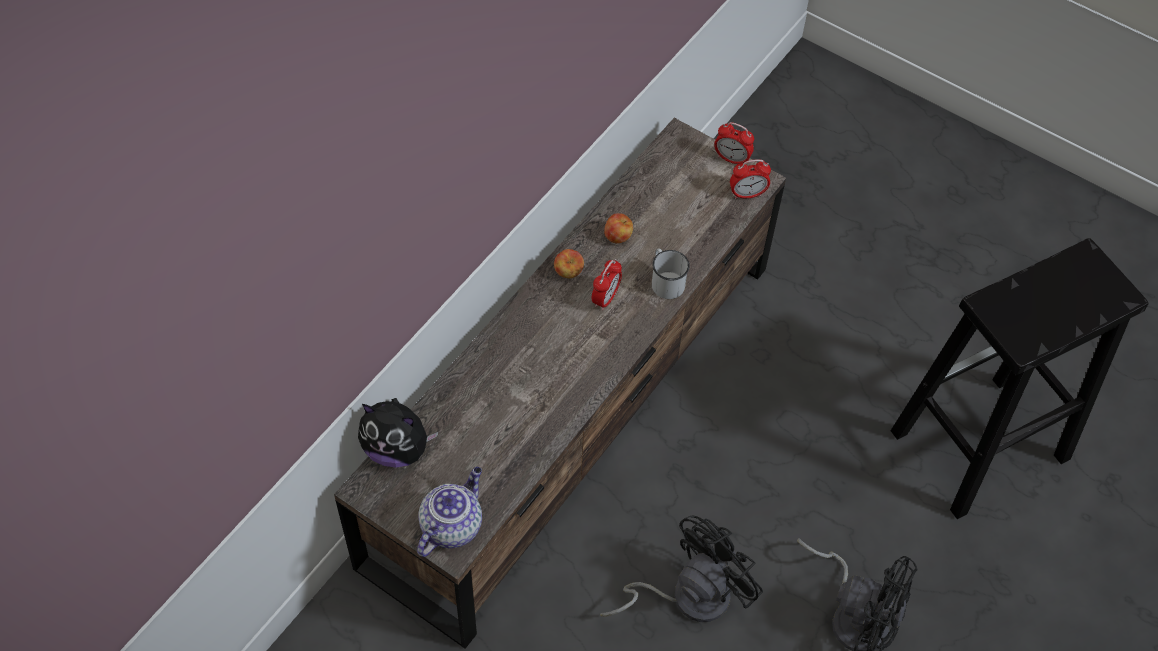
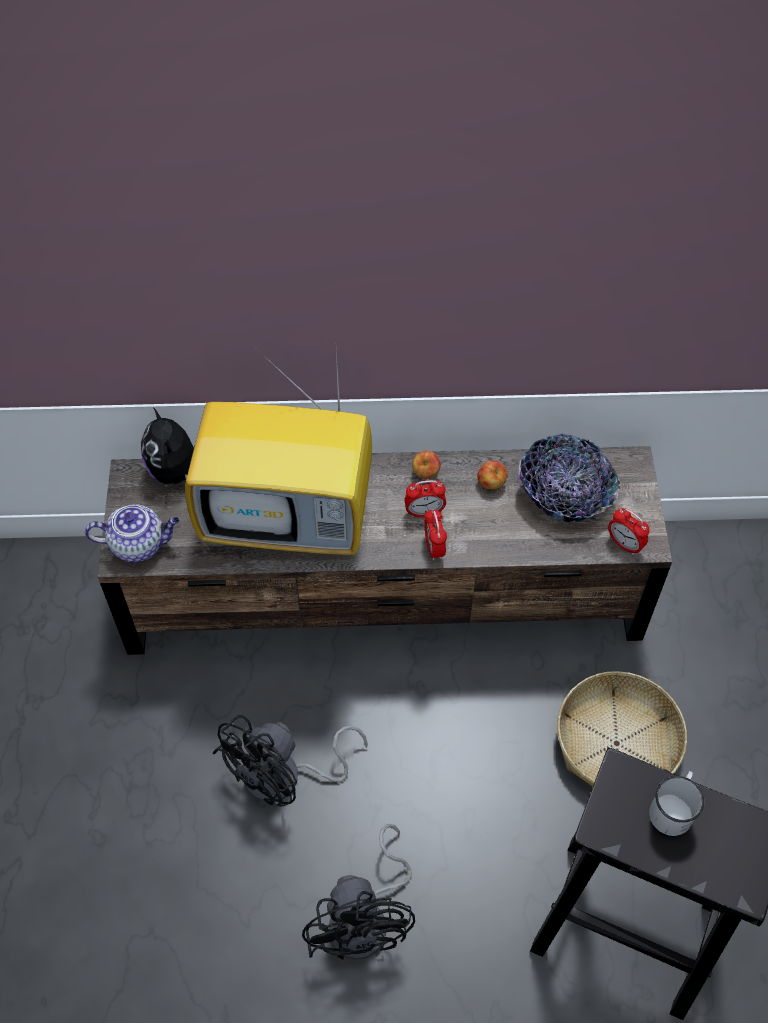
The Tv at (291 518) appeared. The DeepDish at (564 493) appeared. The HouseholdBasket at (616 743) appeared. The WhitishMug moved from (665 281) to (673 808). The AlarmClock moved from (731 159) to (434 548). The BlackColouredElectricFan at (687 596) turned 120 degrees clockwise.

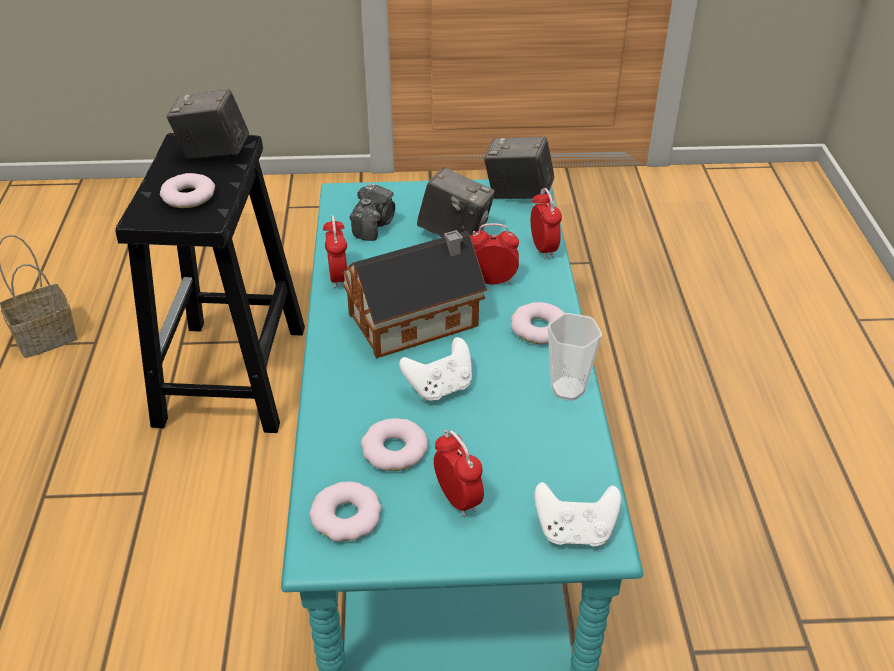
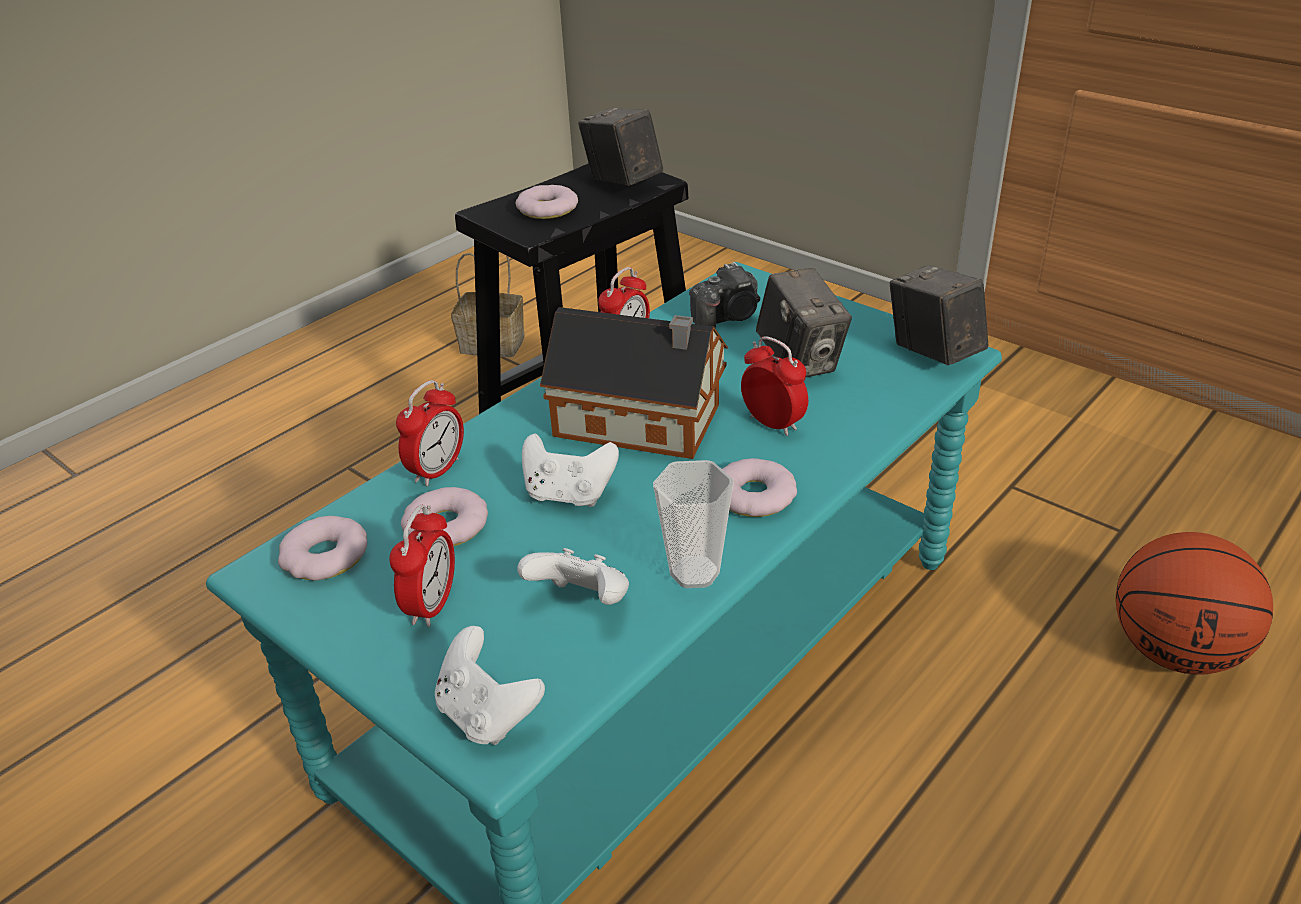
The WhitishJoypad at (582 602) appeared. The BasketballBall at (1174 650) appeared. The AlarmClock moved from (543 248) to (437 470).

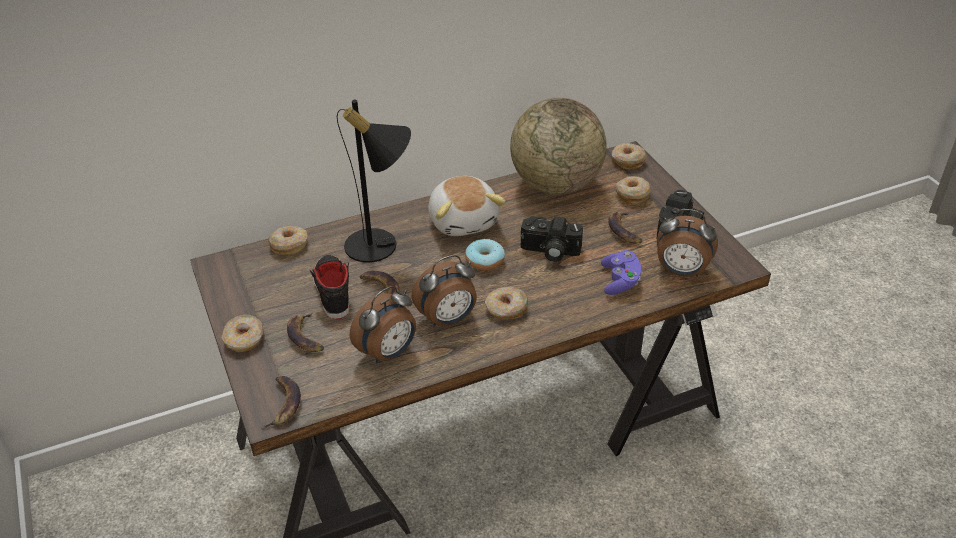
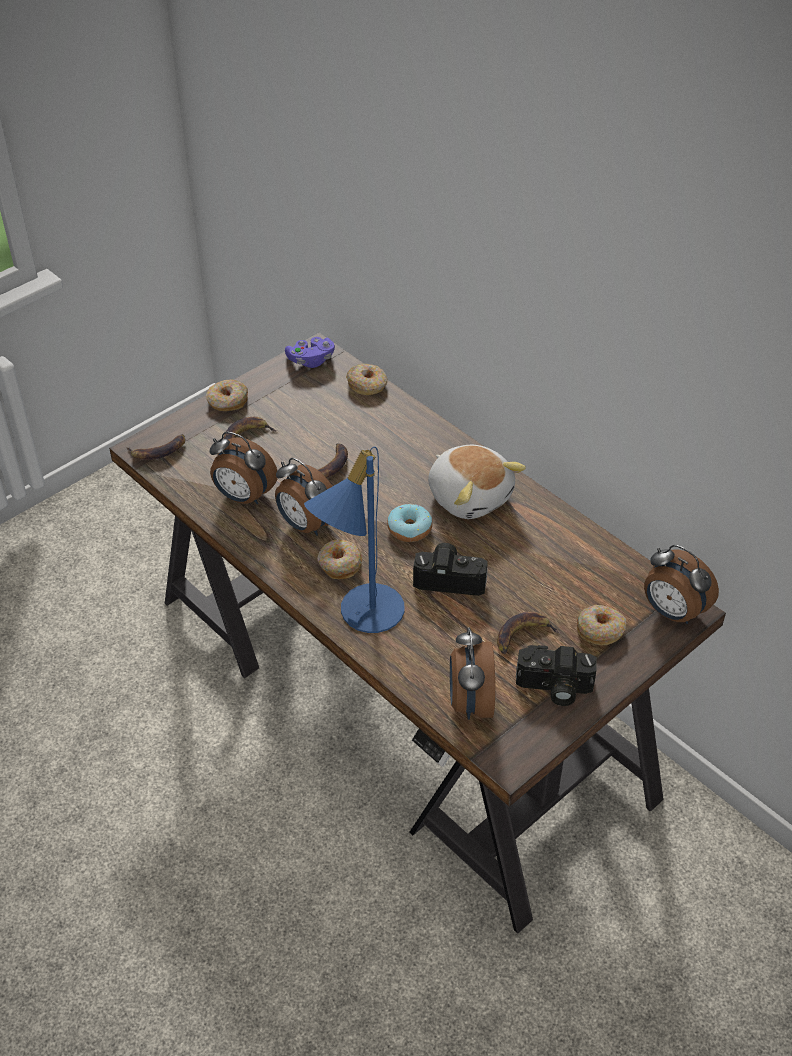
The BlackColouredItemOfFootwear at (332 290) disappeared. The BlackColouredTabletopLamp at (381 247) disappeared. The WorldGlobe at (556 185) disappeared. The BlueColouredTabletopLamp at (360 613) appeared. The PurpleJoypad moved from (620 281) to (311 360). The Doughnut at (627 161) was replaced by the AlarmClock at (672 612). The SoftToy at (464 220) turned 90 degrees counterclockwise. The StillCamera at (549 251) turned 105 degrees clockwise.

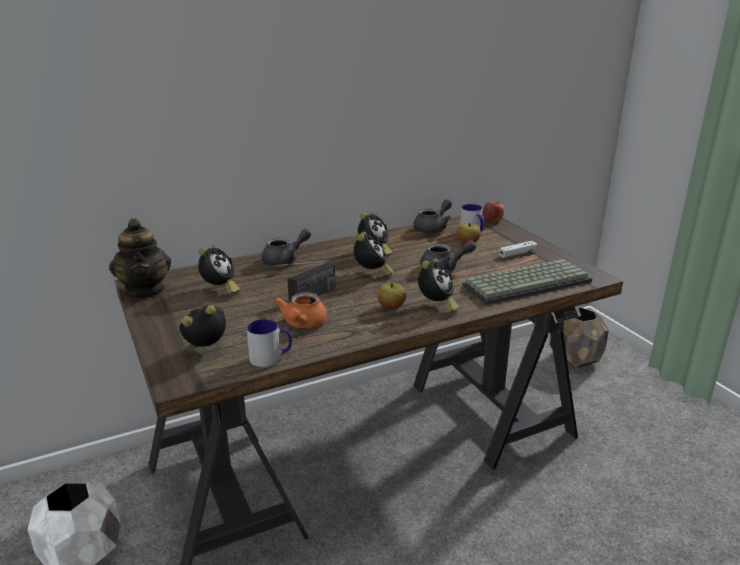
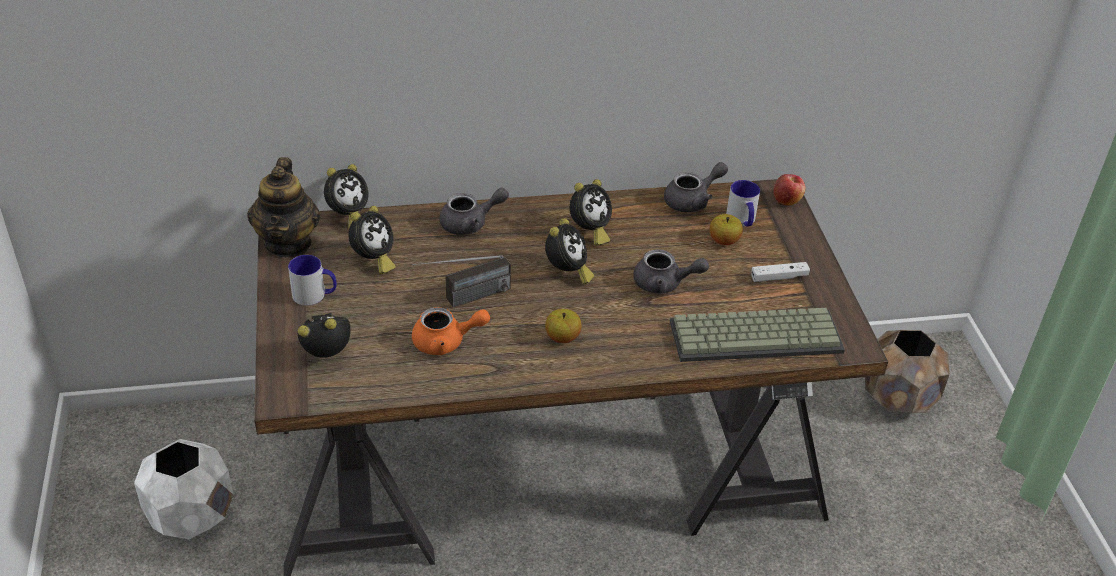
The Mug moved from (271 357) to (315 295). The AlarmClock moved from (436 305) to (347 217). The OrangeTeaPot at (302 324) turned 120 degrees counterclockwise.

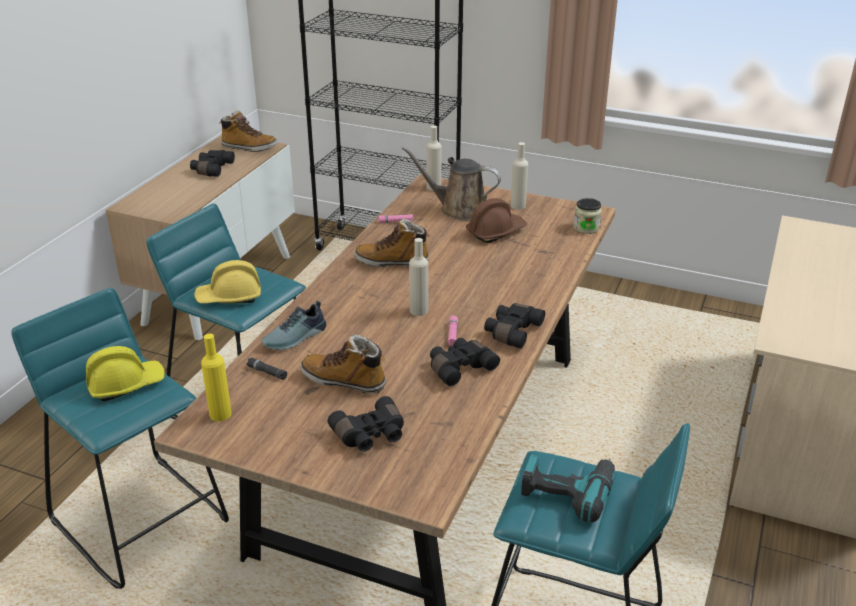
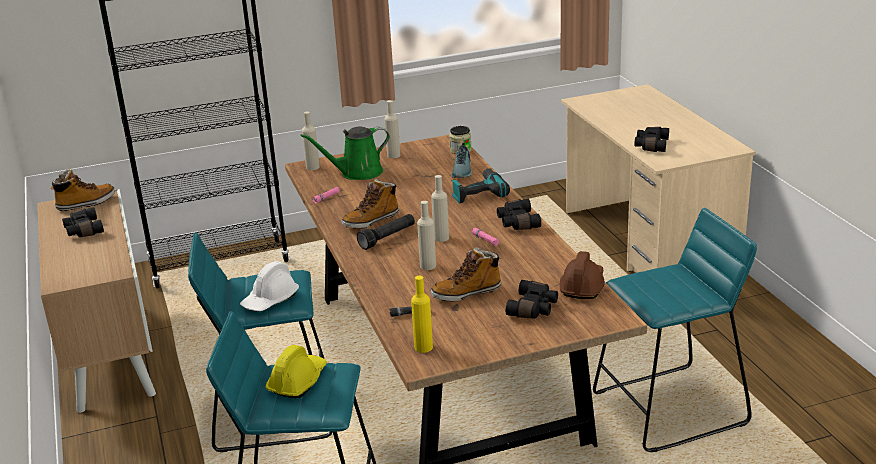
The BlackColouredTorch at (387 238) appeared. The SandColouredBeverageBottle at (428 266) appeared. The ItemOfFootwear moved from (296 338) to (463 170). The BlackColouredFieldGlasses moved from (459 368) to (650 145). The BrownColouredWorkHelmet moved from (496 232) to (582 286). The PowerDrill moved from (567 490) to (478 193). The YellowishWorkHelmet at (229 297) became the WhitishWorkHelmet at (270 300). The BrownColouredSprinklingCan at (459 209) became the GreenishSprinklingCan at (357 173).

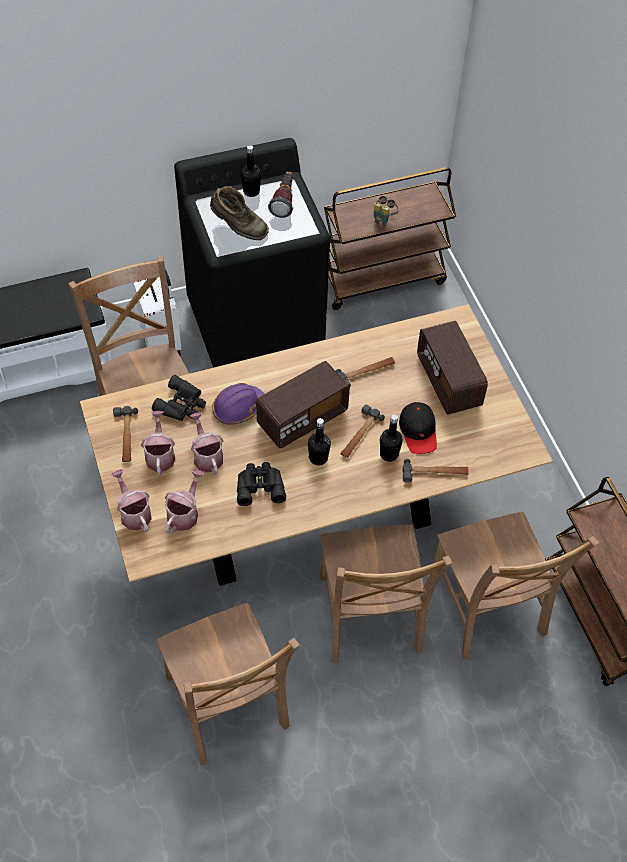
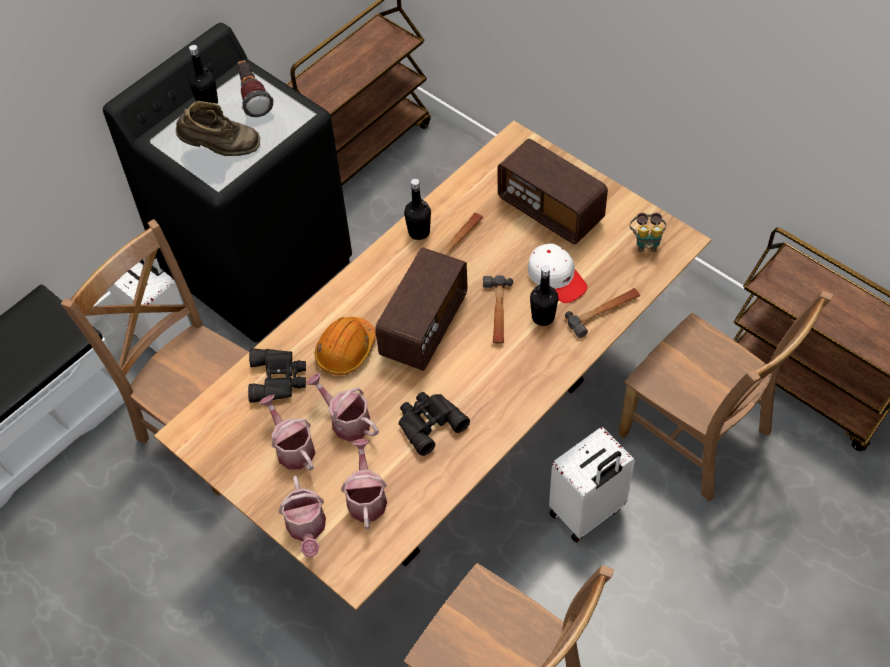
The HandHammer at (126 436) disappeared. The BlackColouredBeverageBottle moved from (318 458) to (419 232). The FieldGlasses moved from (383 219) to (646 242). The BrownColouredChair at (369 618) was replaced by the WhitishPieceOfLuggage at (587 512). The PurpleWorkHelmet at (238 408) became the OrangeWorkHelmet at (346 351). The BlackColouredPeakedCap at (418 431) became the WhitishPeakedCap at (556 277). The SprinklingCan at (133 513) turned 135 degrees counterclockwise.

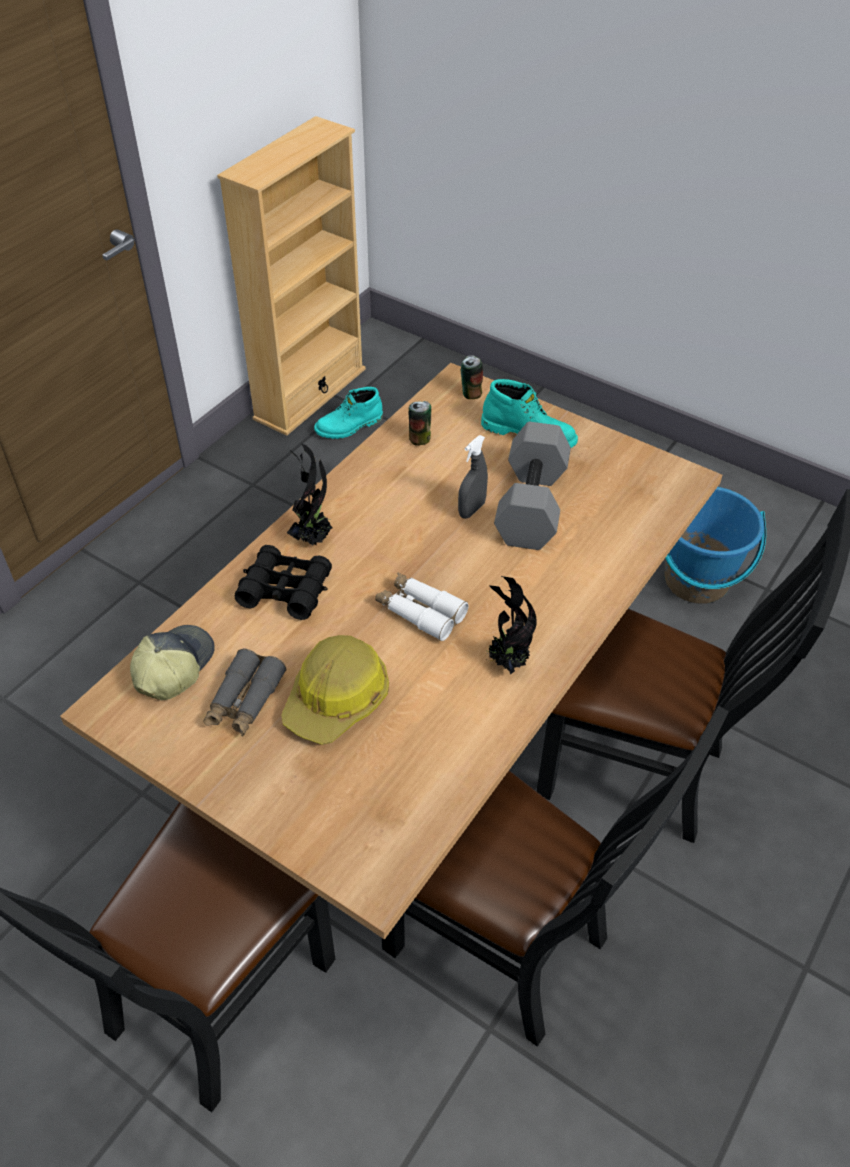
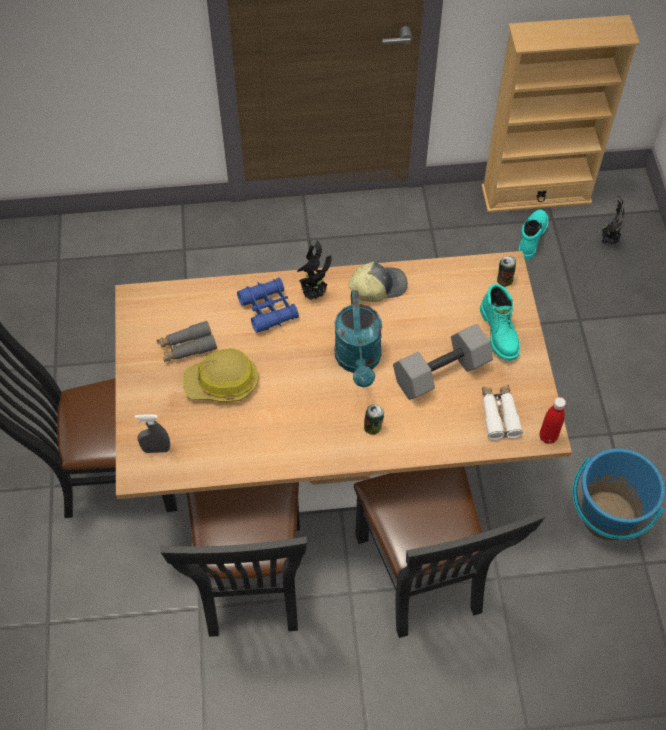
The TurquoiseColouredSprinklingCan at (359 361) appeared. The RedBeverageBottle at (548 437) appeared. The PeakedCap moved from (173 667) to (377 286). The WhitishFieldGlasses moved from (420 611) to (499 414). The SealedCan moved from (420 439) to (373 427). The GraySprayer moved from (471 509) to (156 449). The Houseplant moved from (506 662) to (608 239). The BlackColouredFieldGlasses at (285 590) became the BlueColouredFieldGlasses at (268 309). The TurquoiseColouredHighTopBoot at (349 427) turned 90 degrees clockwise.

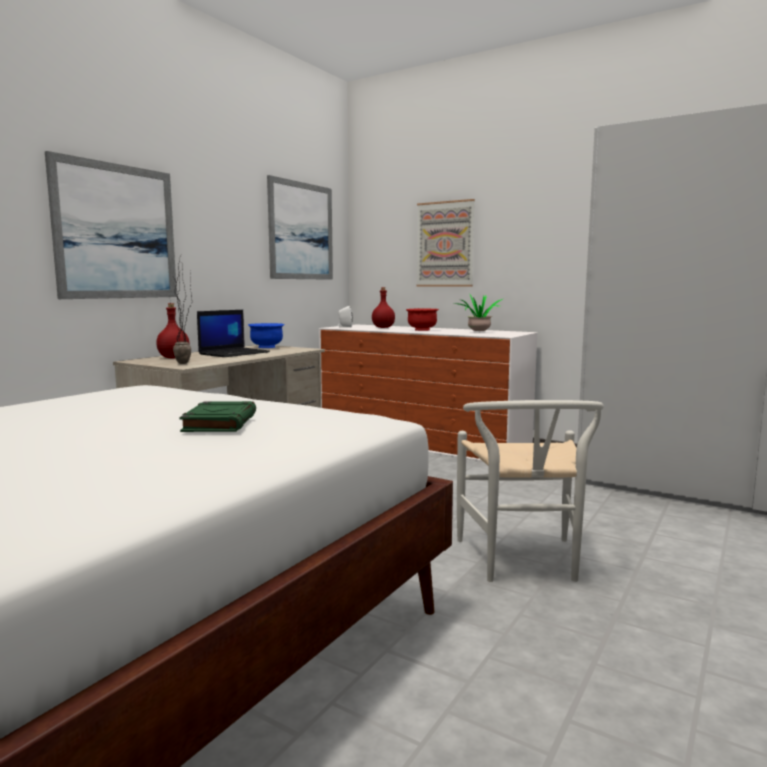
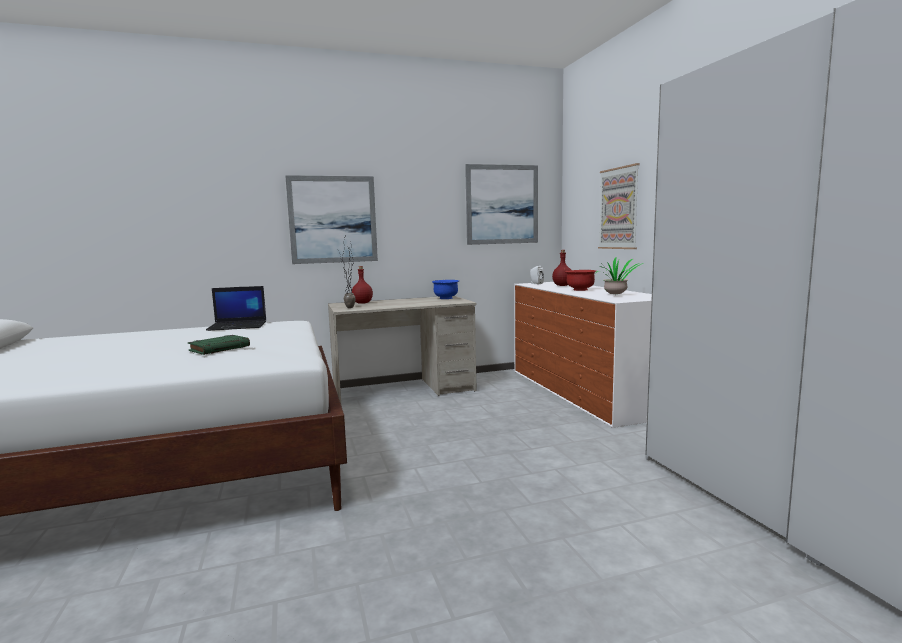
The WhitishChair at (523 563) disappeared. The NotebookComputer moved from (234 353) to (238 326).

